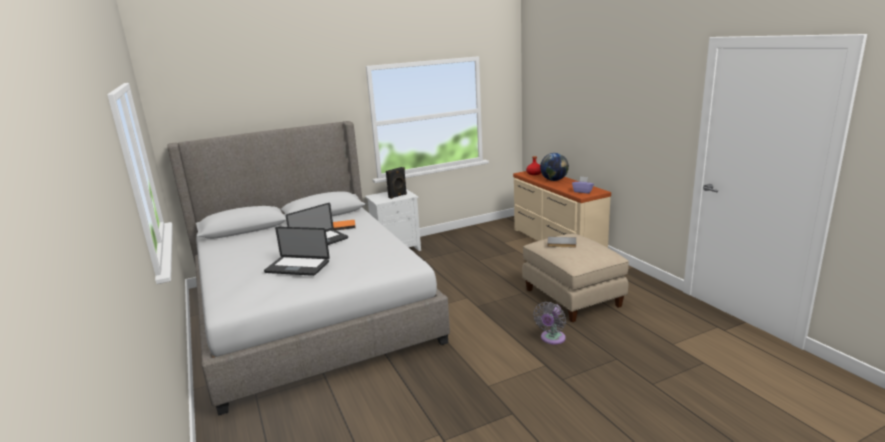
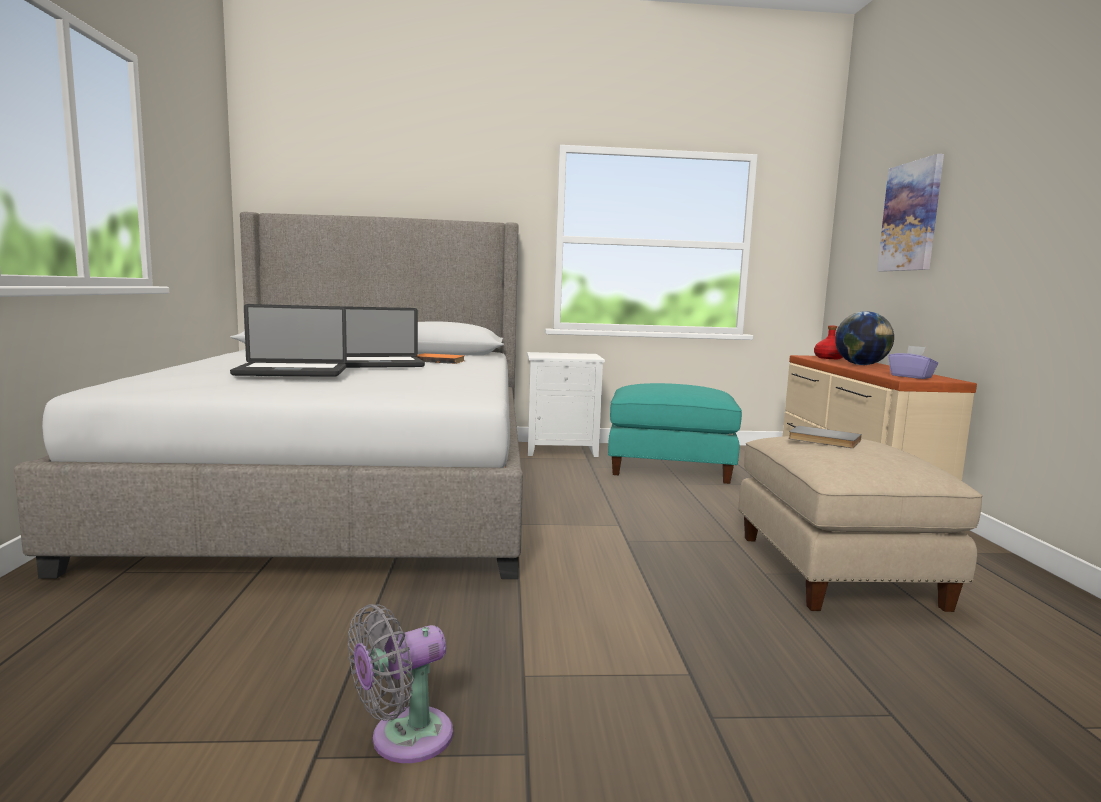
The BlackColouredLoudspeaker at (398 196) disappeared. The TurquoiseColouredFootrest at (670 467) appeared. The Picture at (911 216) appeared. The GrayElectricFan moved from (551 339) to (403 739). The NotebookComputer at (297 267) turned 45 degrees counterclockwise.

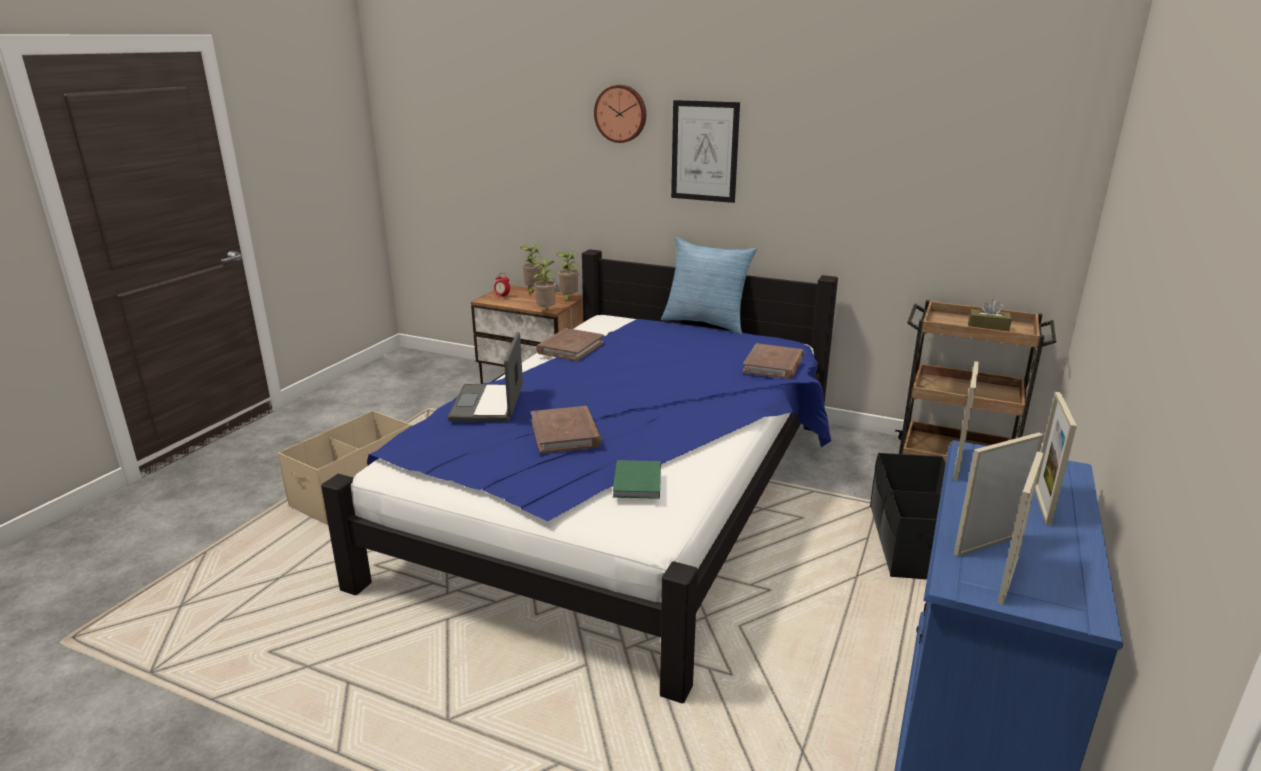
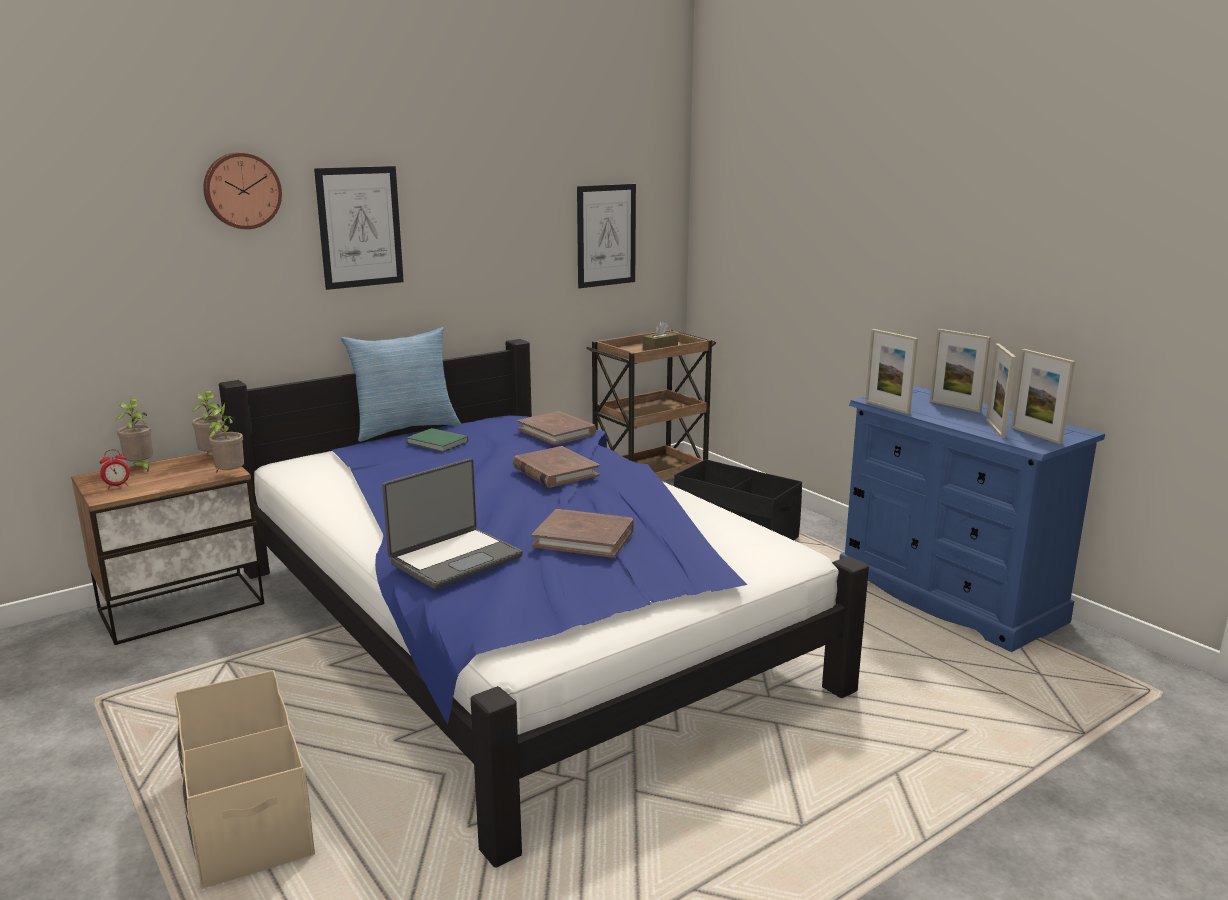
The Picture at (606 235) appeared. The BrownColouredVolume moved from (570 348) to (555 471). The GreenishVolume moved from (636 483) to (438 443). The NotebookComputer at (489 405) turned 75 degrees counterclockwise.

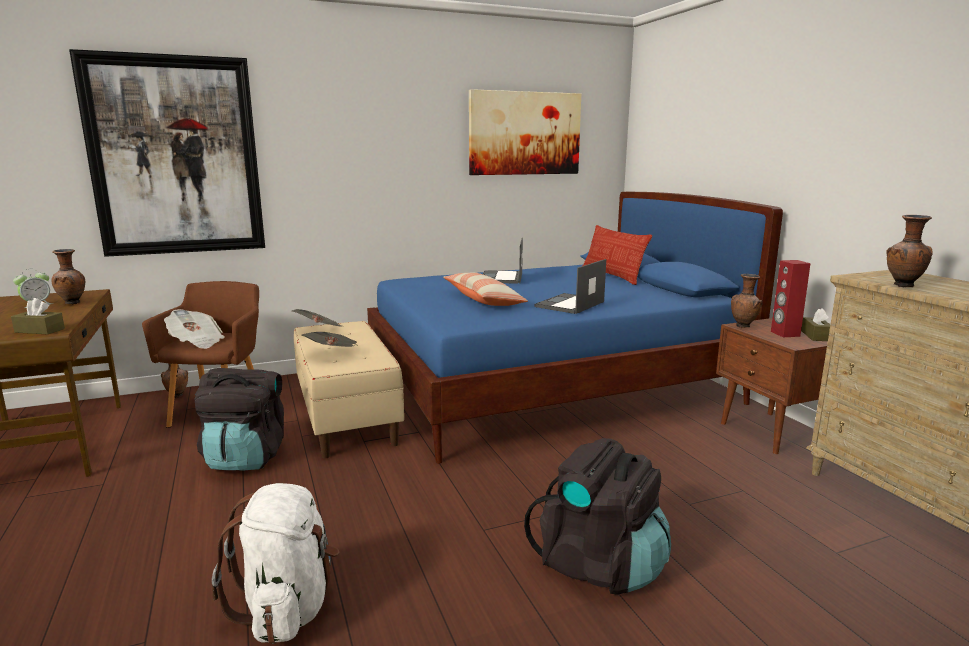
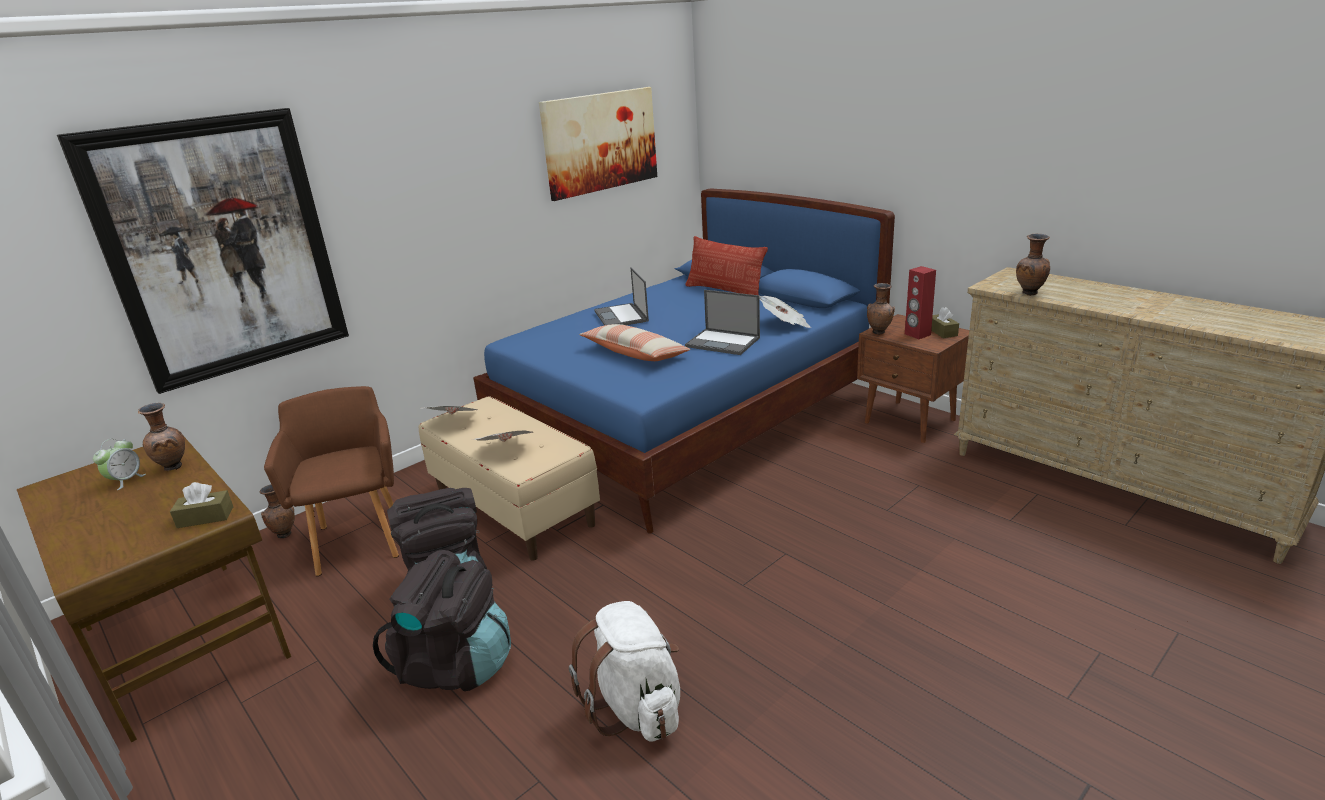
The PrintedPaper moved from (196 342) to (784 325). The BlackColouredRucksack moved from (599 565) to (455 665). The NotebookComputer at (569 304) turned 75 degrees counterclockwise.

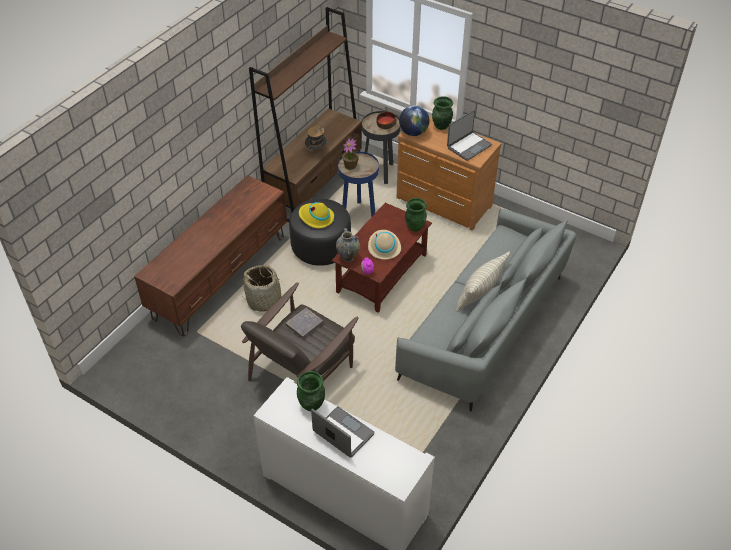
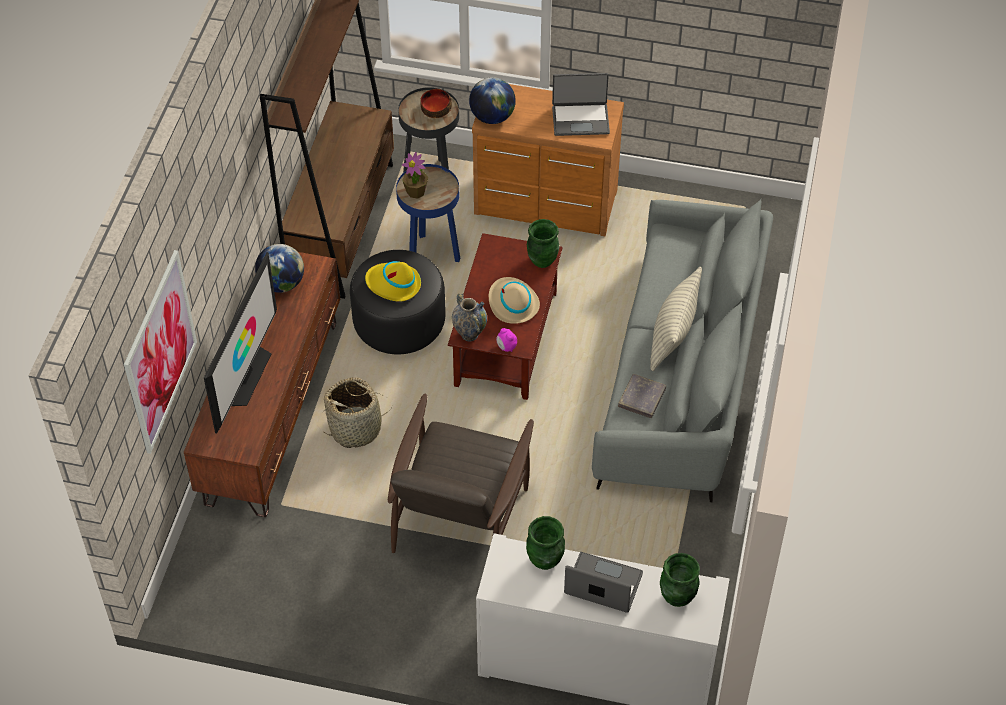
The Hat at (316 152) disappeared. The Picture at (160 352) appeared. The Tv at (245 376) appeared. The WorldGlobe at (281 283) appeared. The GrayVolume moved from (304 324) to (642 398). The GreenishFlowerVase moved from (441 126) to (677 597). The NotebookComputer at (468 146) turned 60 degrees clockwise.

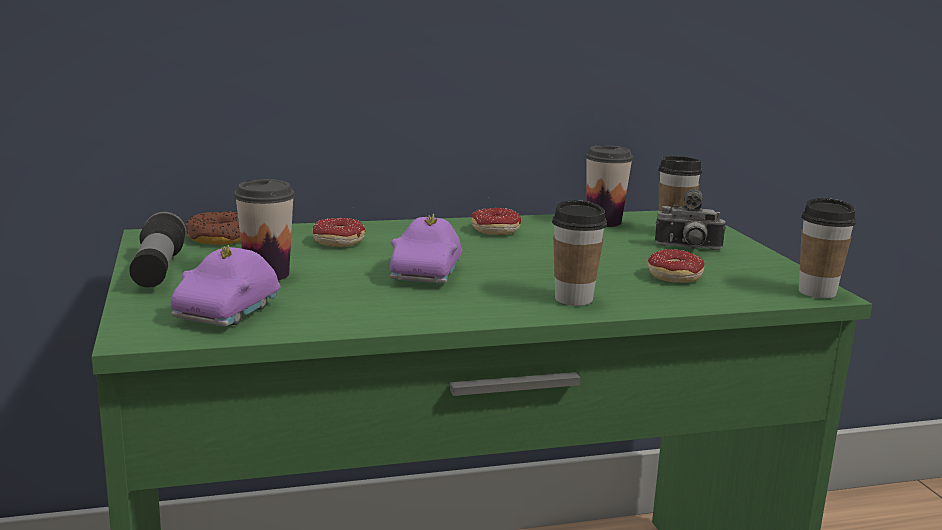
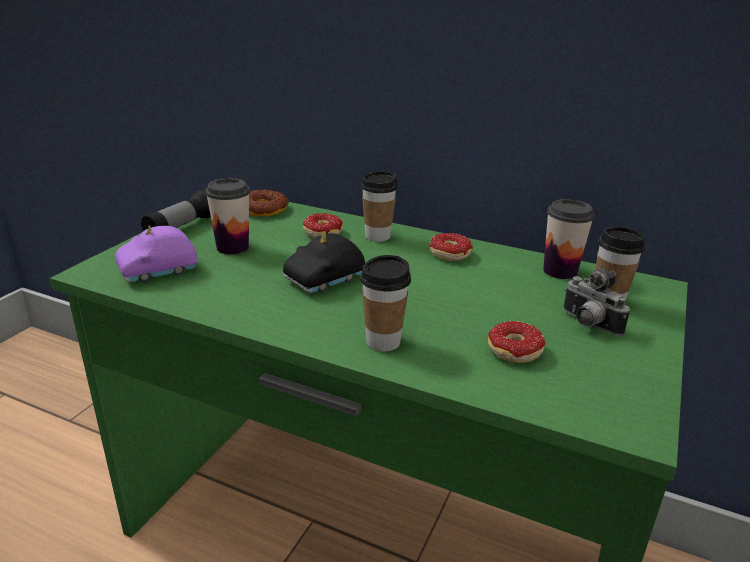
The DrinkingCup moved from (817 292) to (377 236). The PurpleMiniatureCar at (428 274) became the BlackColouredMiniatureCar at (325 280).

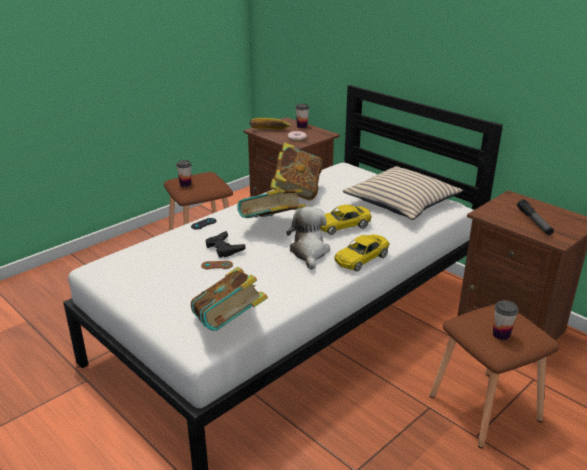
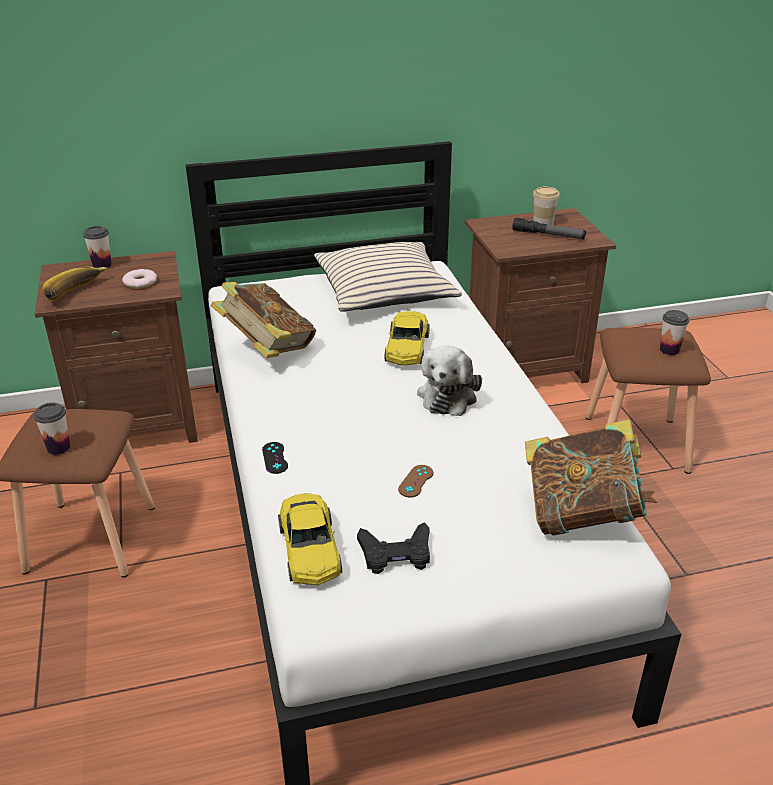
The Volume at (272 226) disappeared. The DrinkingCup at (543 223) appeared. The BlackColouredJoypad moved from (224 248) to (396 554). The YellowishMiniatureCar moved from (361 258) to (309 549). The SoftToy at (309 252) turned 105 degrees counterclockwise.

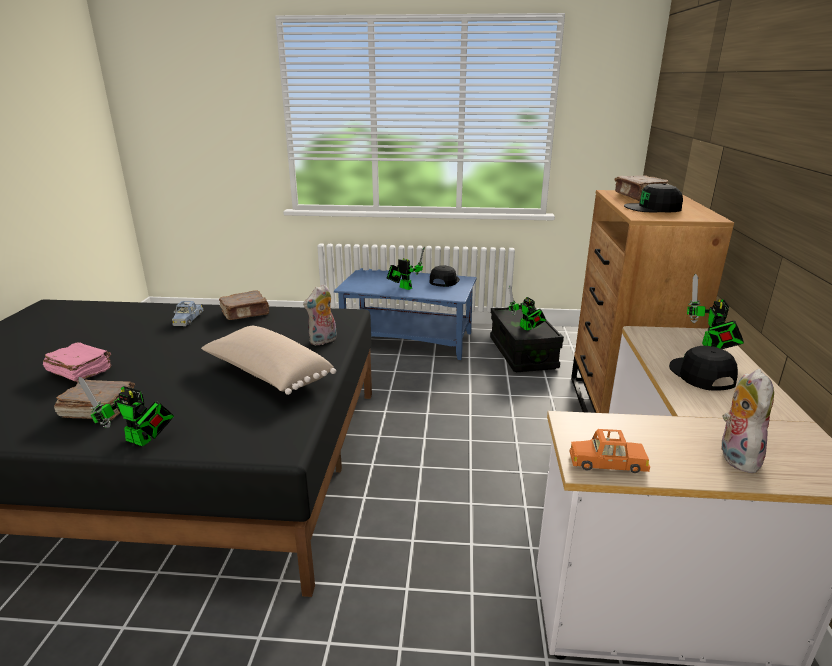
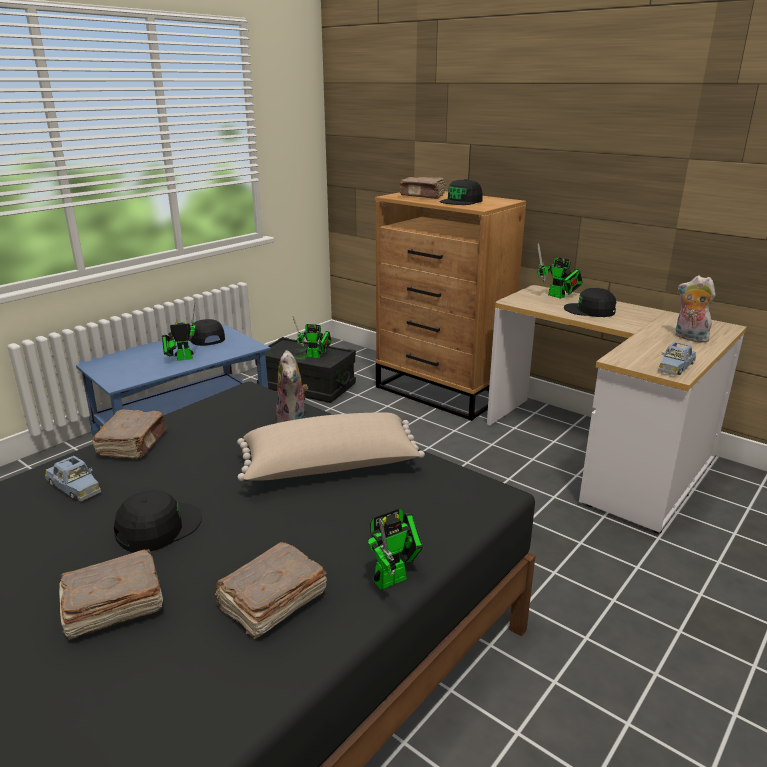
The BlackColouredPeakedCap at (158 528) appeared. The PinkVolume at (80 371) became the BrownColouredVolume at (112 608). The OrangeMiniatureCar at (607 463) became the BlueColouredMiniatureCar at (675 367).

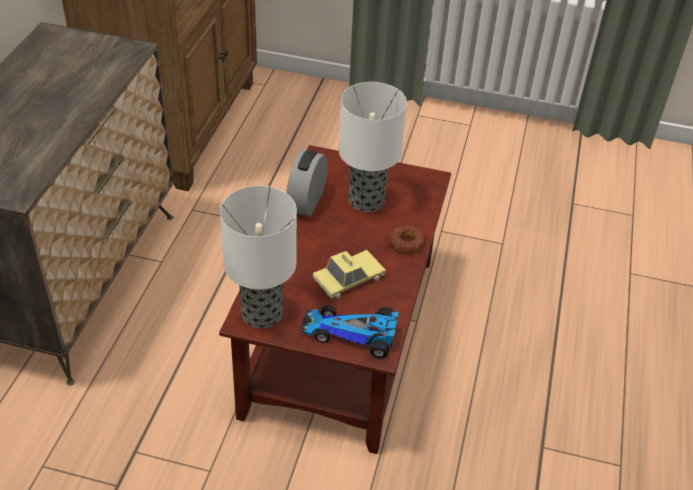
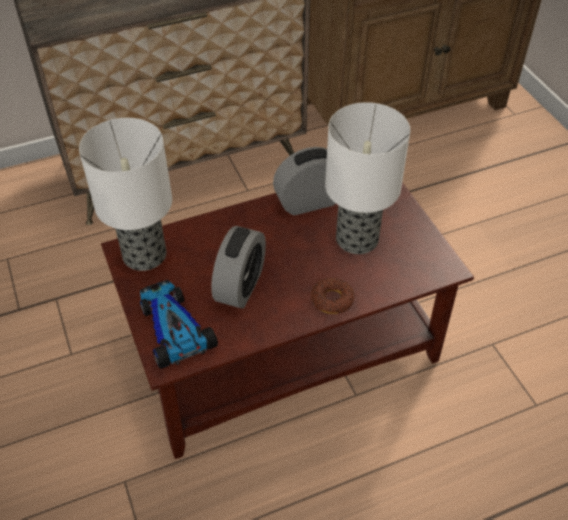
The MiniatureCar at (348 278) was replaced by the AlarmClock at (240 286).

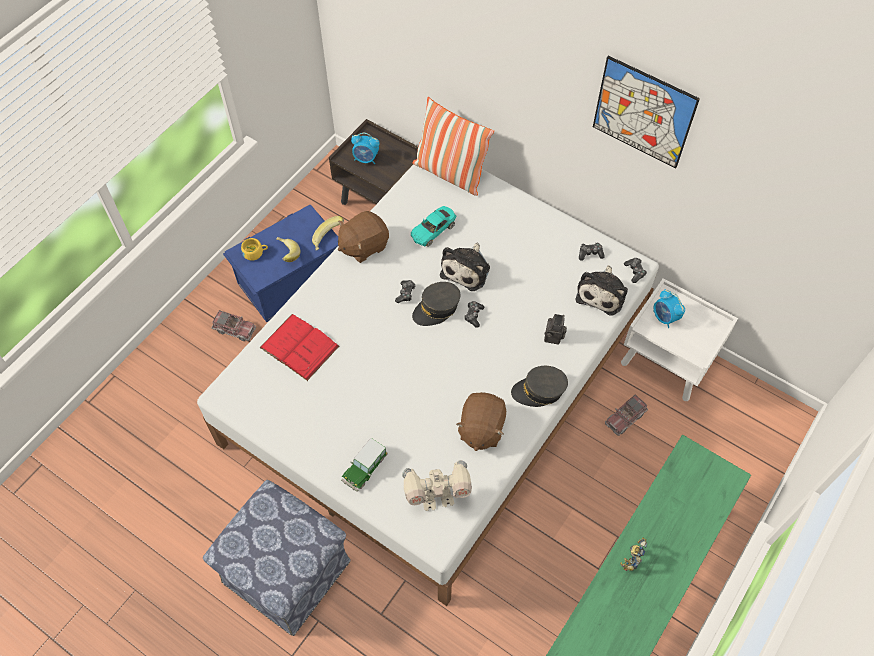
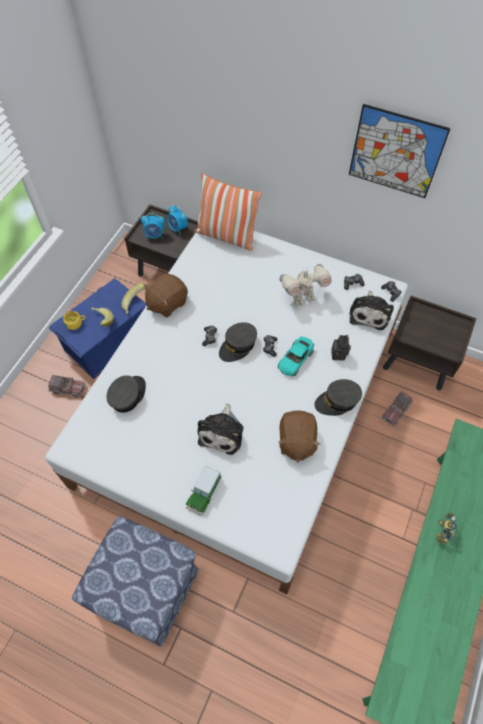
The ToyRobot moved from (437 497) to (303 298). The TurquoiseColouredMiniatureCar moved from (433 230) to (295 359). The SoftToy moved from (467 269) to (222 432). The AlarmClock moved from (664 317) to (178 228). The RedVolume at (299 347) was replaced by the GrayPeakedCap at (128 395). The WhitishBedsideTable at (666 364) became the BrownColouredBedsideTable at (418 363).

